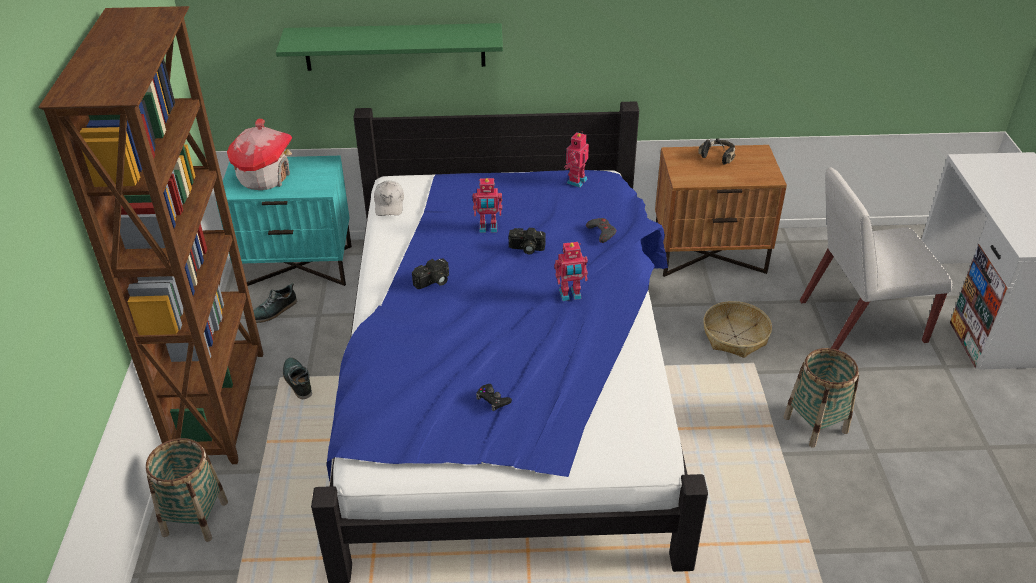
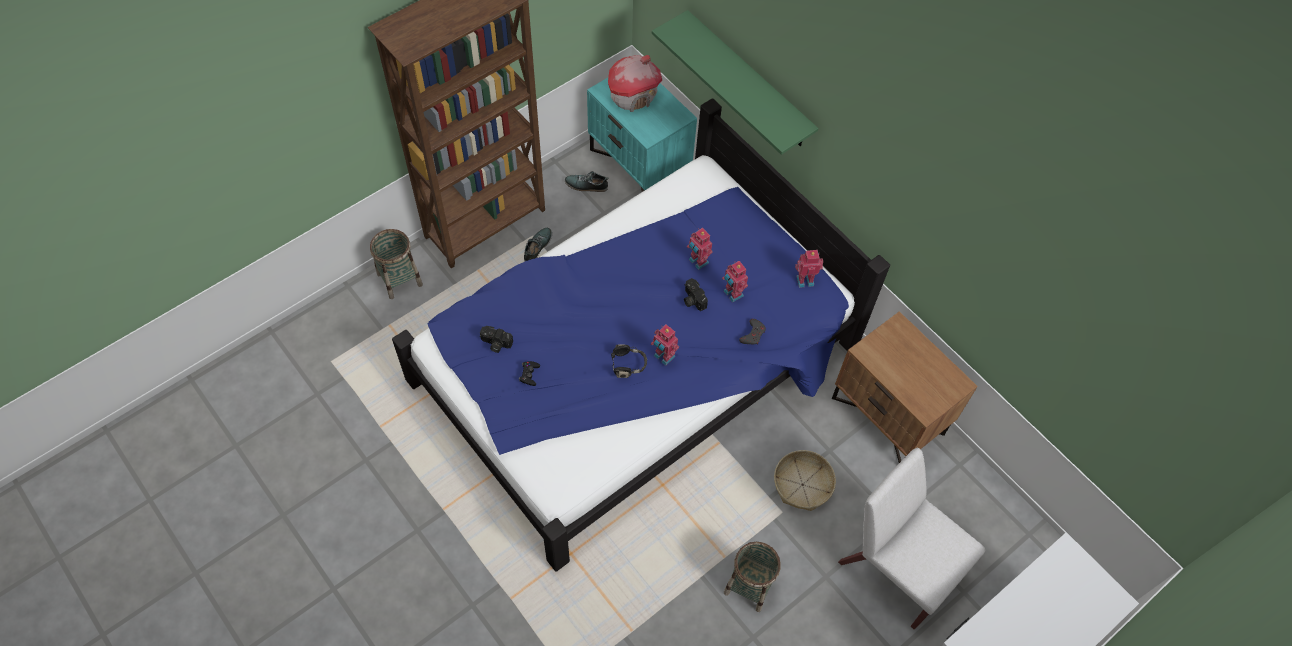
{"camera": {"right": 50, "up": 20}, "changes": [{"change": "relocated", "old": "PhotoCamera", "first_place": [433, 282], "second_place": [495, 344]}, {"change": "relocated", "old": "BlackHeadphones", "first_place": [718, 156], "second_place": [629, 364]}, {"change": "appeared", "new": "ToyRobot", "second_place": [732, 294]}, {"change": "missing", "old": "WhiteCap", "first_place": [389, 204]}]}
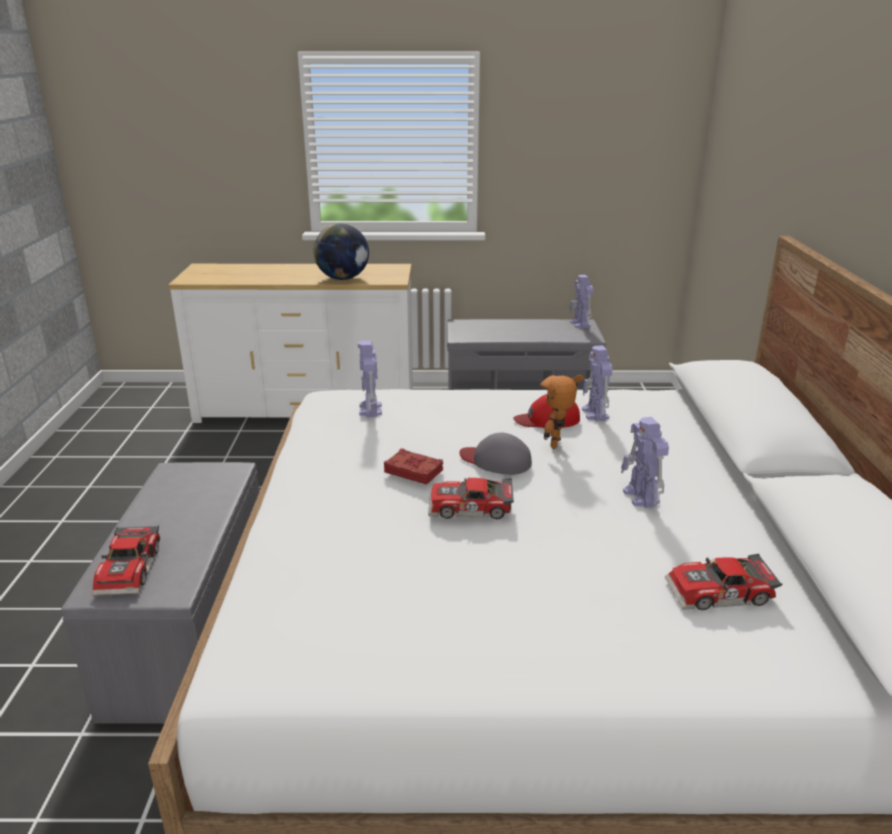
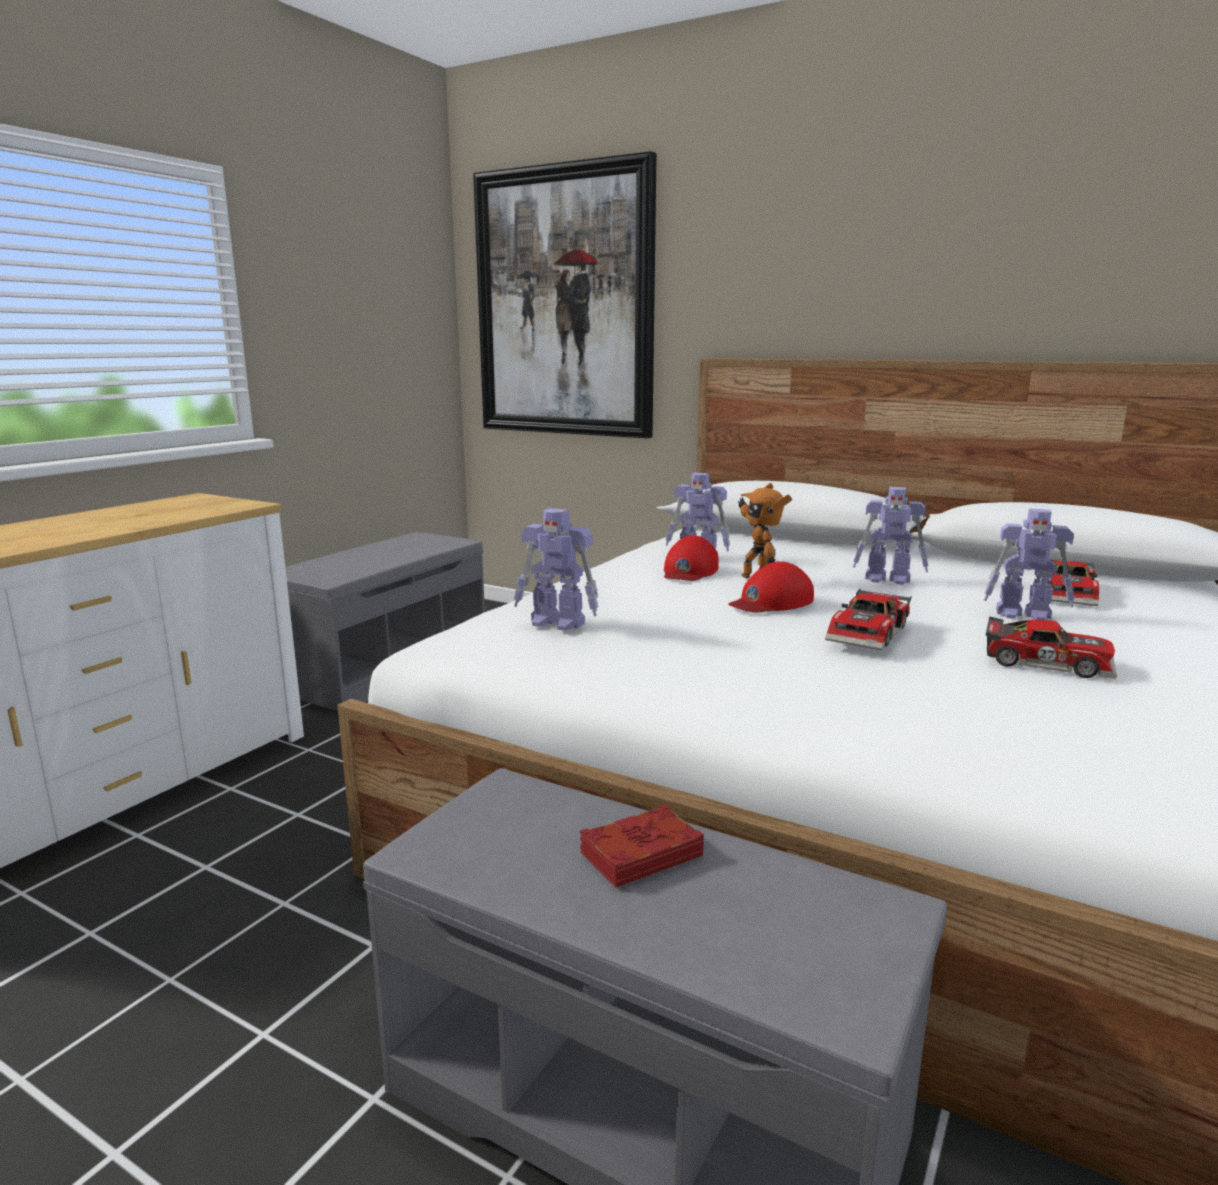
{"camera": {"right": -60, "up": -10}, "changes": [{"change": "appeared", "new": "Picture", "second_place": [564, 303]}, {"change": "relocated", "old": "RedBook", "first_place": [414, 471], "second_place": [640, 854]}, {"change": "colour", "old": "GreyCap", "new": "RedCap", "first_place": [496, 460], "second_place": [771, 602]}, {"change": "relocated", "old": "ToyRobot", "first_place": [580, 324], "second_place": [1025, 614]}, {"change": "relocated", "old": "ToyCar", "first_place": [132, 569], "second_place": [1046, 661]}, {"change": "missing", "old": "Globe", "first_place": [343, 278]}]}
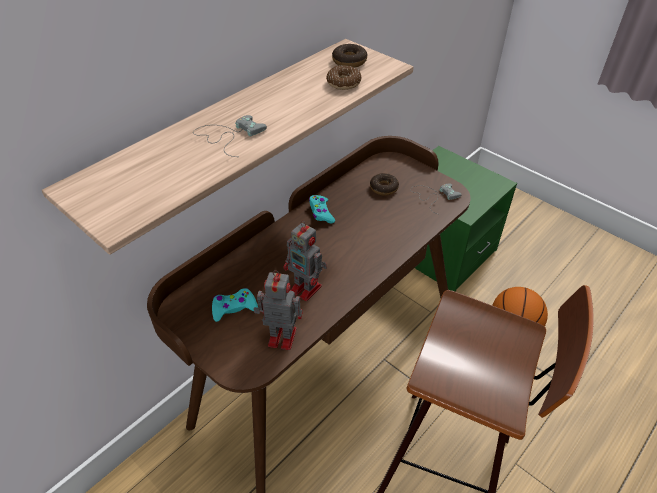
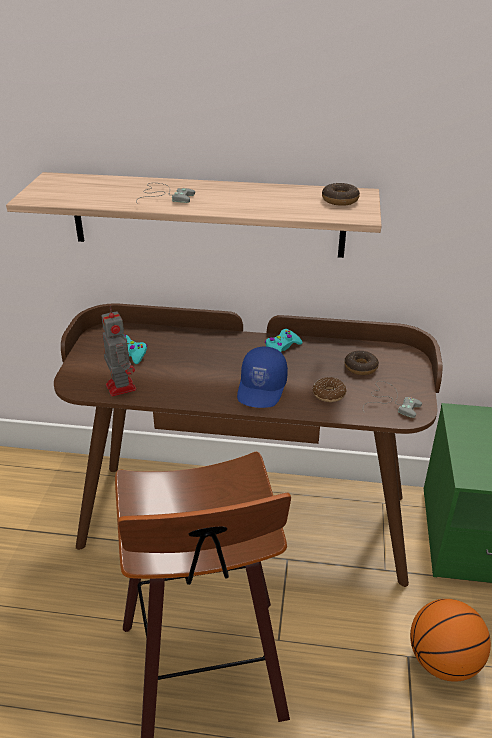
{"camera": {"right": 55, "up": -10}, "changes": [{"change": "appeared", "new": "BlueCap", "second_place": [262, 388]}, {"change": "relocated", "old": "Donut", "first_place": [343, 83], "second_place": [329, 394]}, {"change": "missing", "old": "ToyRobot", "first_place": [307, 289]}]}
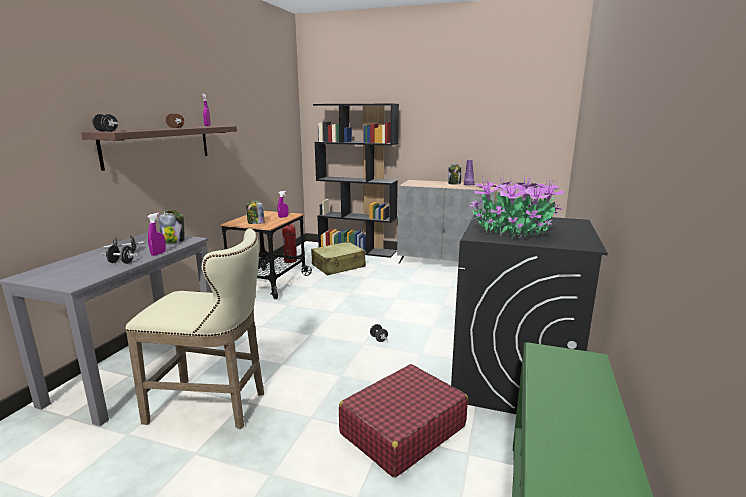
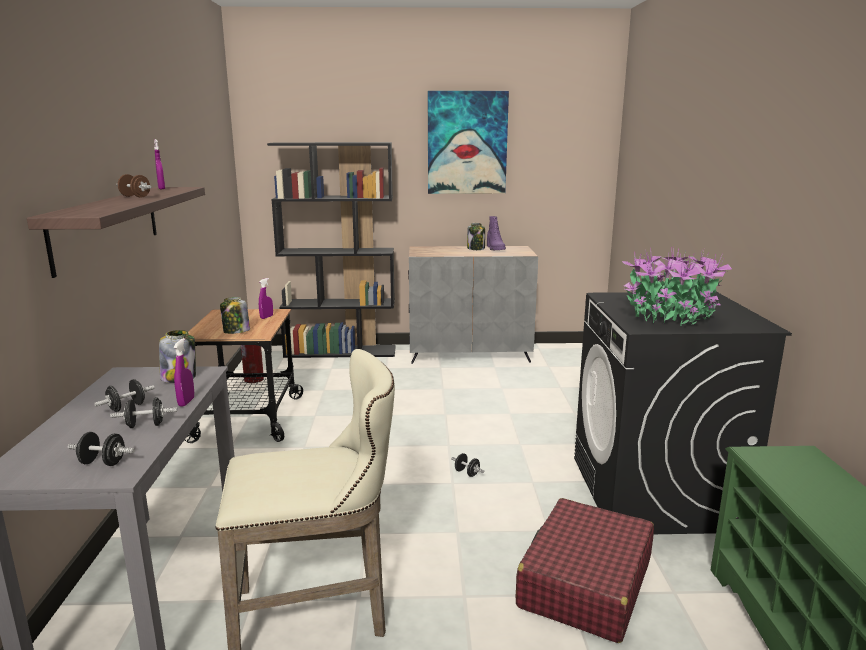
{"camera": {"right": -20, "up": 0}, "changes": [{"change": "relocated", "old": "BlackDumbbell", "first_place": [106, 131], "second_place": [103, 463]}, {"change": "appeared", "new": "Picture", "second_place": [467, 143]}, {"change": "missing", "old": "BeigeSuitcase", "first_place": [338, 266]}]}
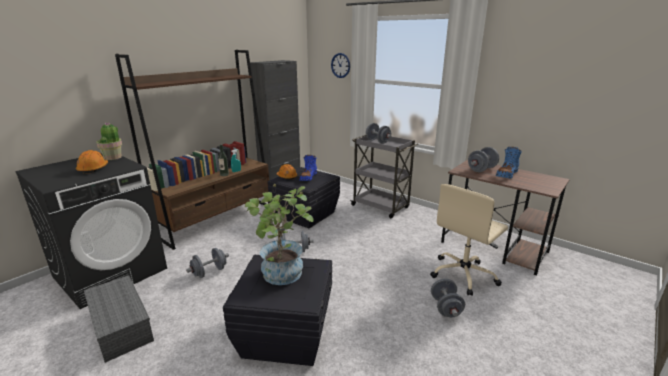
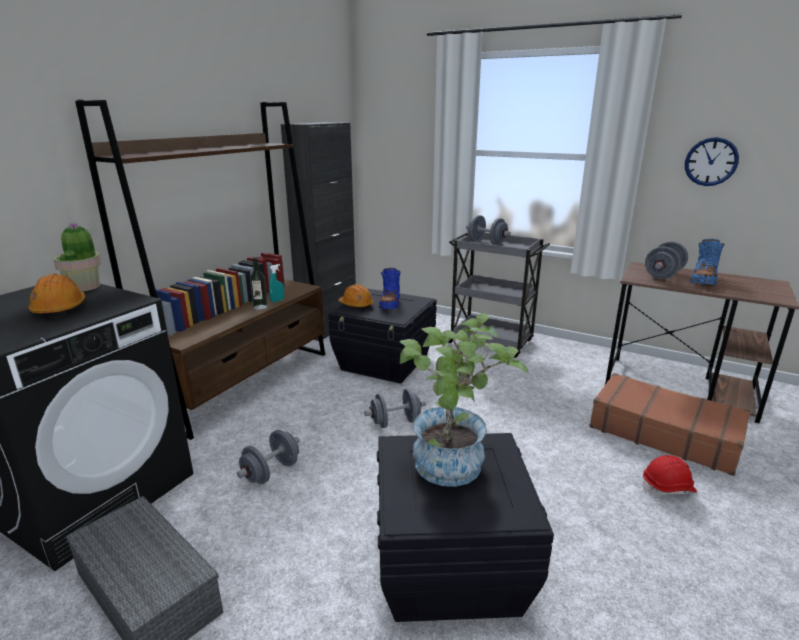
{"camera": {"right": -10, "up": 0}, "changes": [{"change": "exchanged", "old": "BeigeOfficeChair", "new": "BrownSuitcase", "first_place": [464, 274], "second_place": [663, 433]}, {"change": "exchanged", "old": "GreyDumbbell", "new": "RedHardHat", "first_place": [445, 308], "second_place": [668, 488]}, {"change": "relocated", "old": "WallClock", "first_place": [340, 65], "second_place": [711, 162]}]}
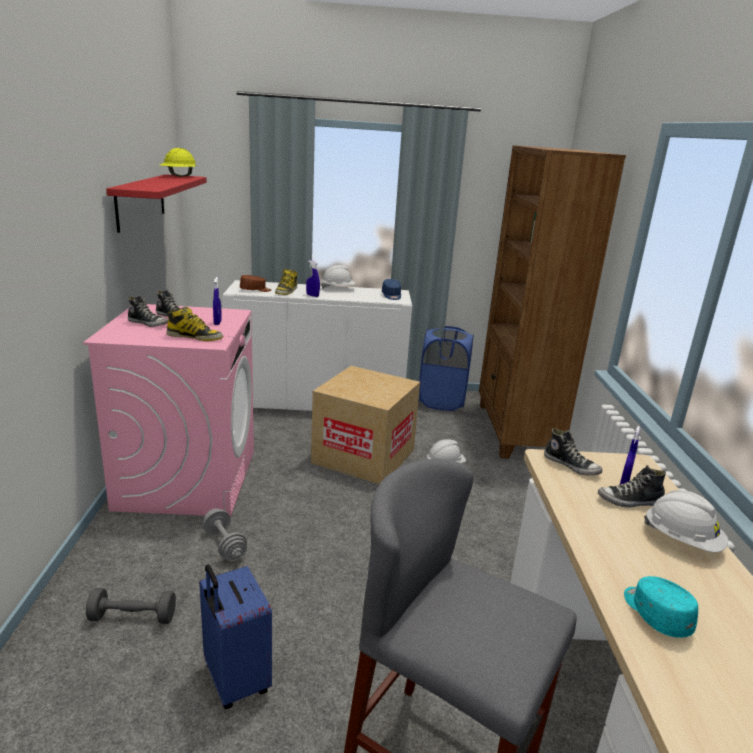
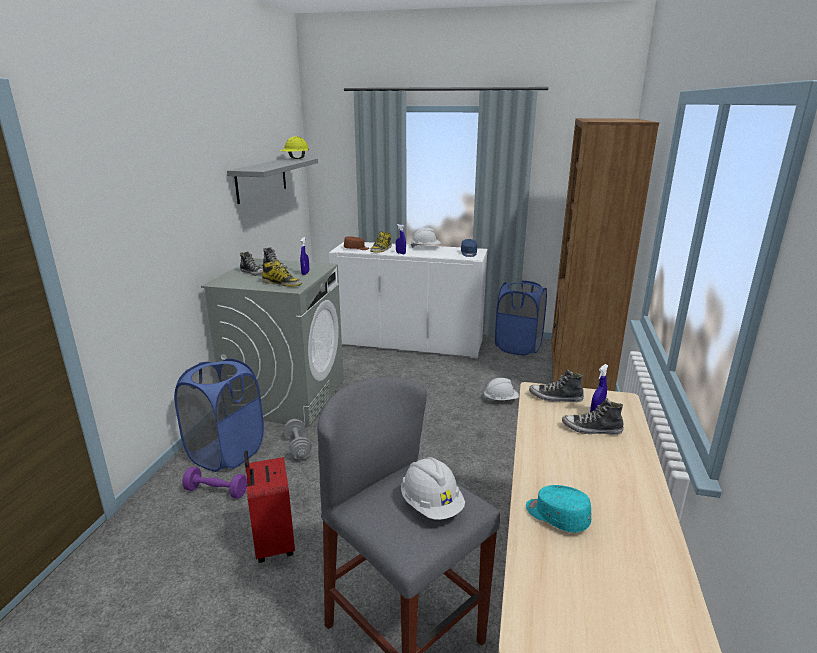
{"camera": {"right": 15, "up": 0}, "changes": [{"change": "appeared", "new": "BlueLaundryBasket", "second_place": [226, 453]}, {"change": "colour", "old": "GreyDumbbell", "new": "PurpleDumbbell", "first_place": [133, 617], "second_place": [216, 491]}, {"change": "colour", "old": "PinkWashingMachine", "new": "GreyWashingMachine", "first_place": [187, 479], "second_place": [287, 396]}, {"change": "colour", "old": "RedShelf", "new": "GreyShelf", "first_place": [140, 201], "second_place": [261, 179]}, {"change": "colour", "old": "BlueSuitcase", "new": "RedSuitcase", "first_place": [234, 680], "second_place": [272, 544]}, {"change": "relocated", "old": "WhiteHardHat", "first_place": [682, 540], "second_place": [431, 505]}, {"change": "spun", "old": "TurquoiseCap", "first_place": [655, 614], "second_place": [556, 516], "degrees": -45}, {"change": "spun", "old": "Shoe", "first_place": [571, 466], "second_place": [555, 398], "degrees": 135}, {"change": "missing", "old": "CardboardBox", "first_place": [363, 456]}]}
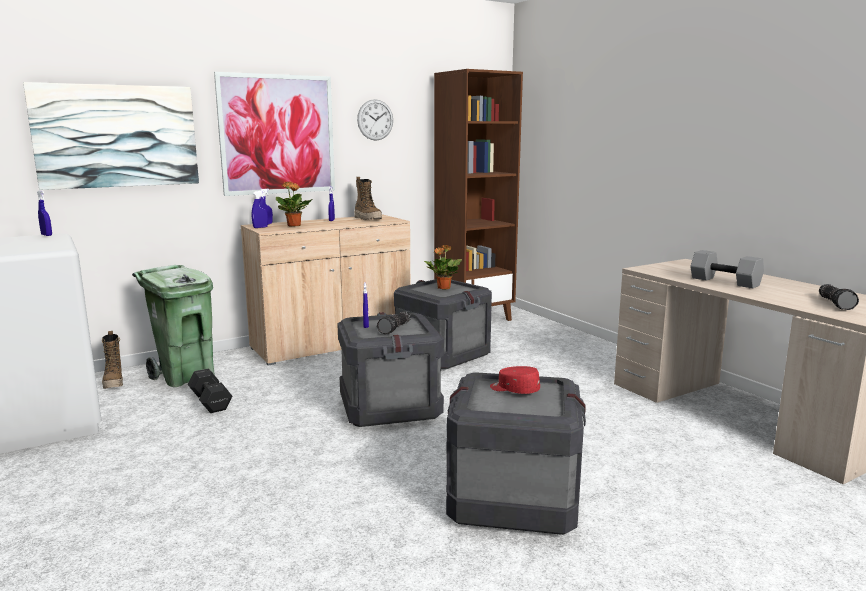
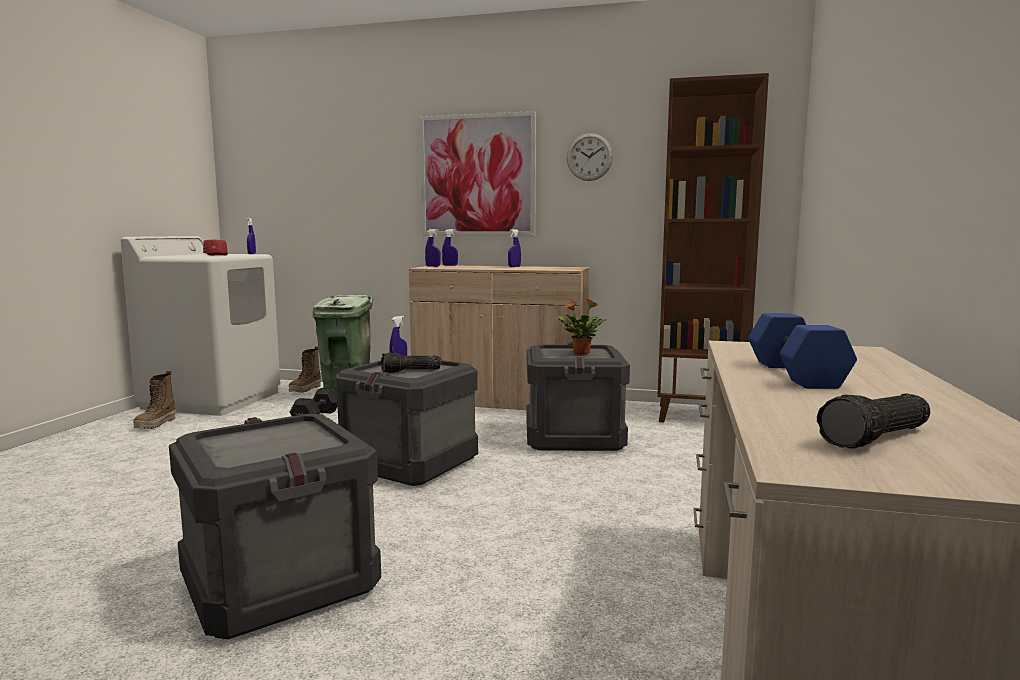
{"camera": {"right": 45, "up": -5}, "changes": [{"change": "relocated", "old": "Boot", "first_place": [368, 219], "second_place": [156, 424]}, {"change": "relocated", "old": "RedCap", "first_place": [514, 390], "second_place": [216, 256]}, {"change": "colour", "old": "GreyDumbbell", "new": "BlueDumbbell", "first_place": [723, 282], "second_place": [793, 374]}, {"change": "missing", "old": "Picture", "first_place": [117, 136]}, {"change": "missing", "old": "PottedPlant", "first_place": [294, 225]}]}
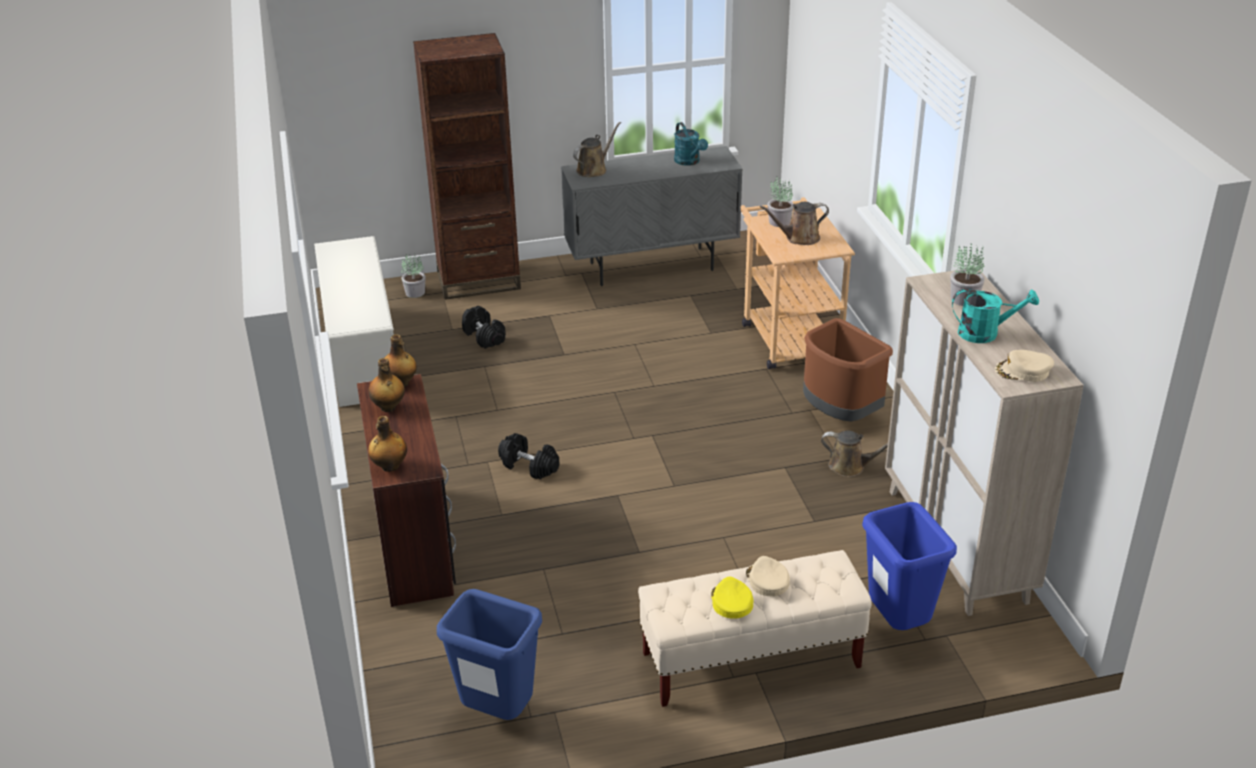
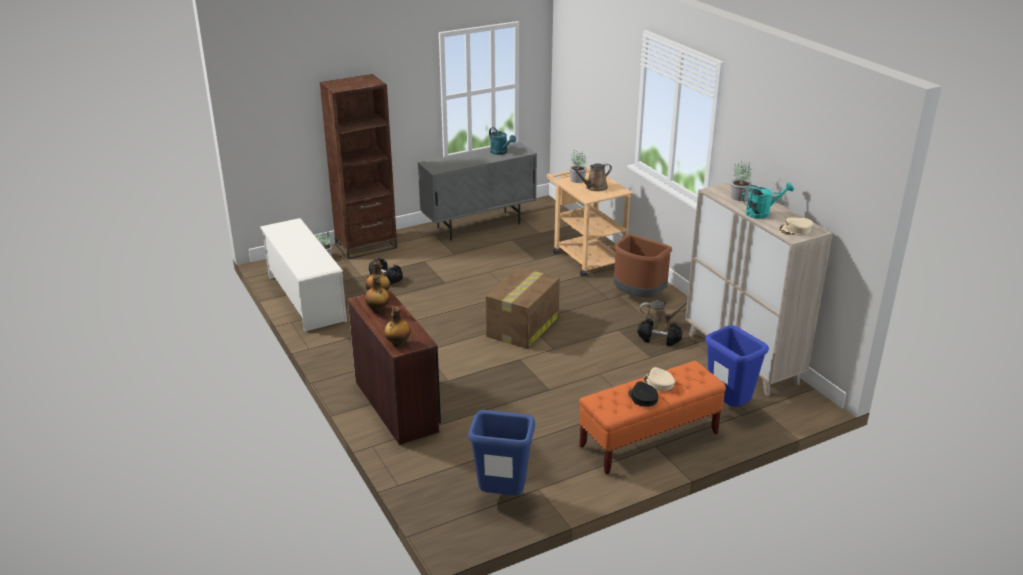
{"camera": {"right": -15, "up": -5}, "changes": [{"change": "appeared", "new": "CardboardBox", "second_place": [522, 327]}, {"change": "colour", "old": "BeigeBench", "new": "OrangeBench", "first_place": [750, 661], "second_place": [649, 440]}, {"change": "colour", "old": "YellowCap", "new": "BlackCap", "first_place": [731, 602], "second_place": [642, 397]}, {"change": "relocated", "old": "BlackDumbbell", "first_place": [529, 466], "second_place": [659, 339]}, {"change": "missing", "old": "BrownWateringCan", "first_place": [593, 169]}]}
